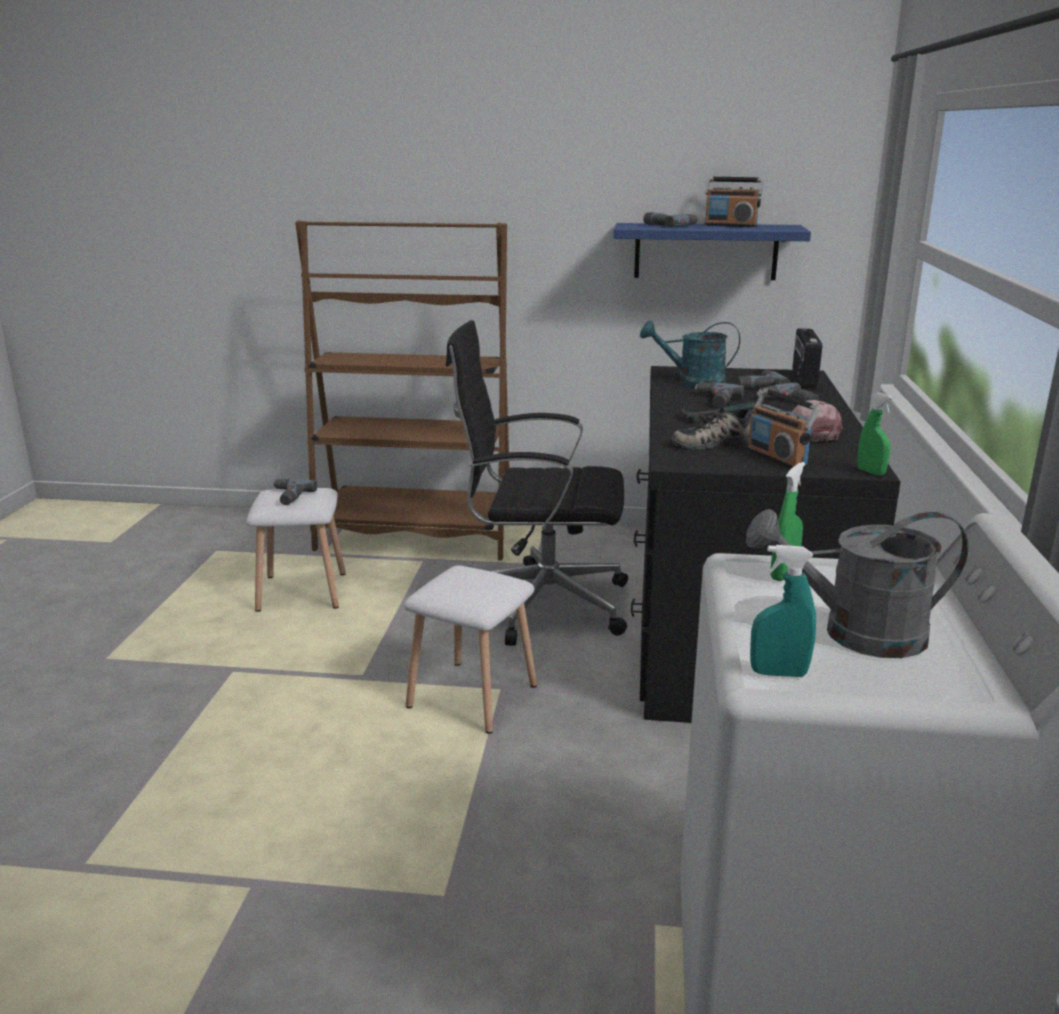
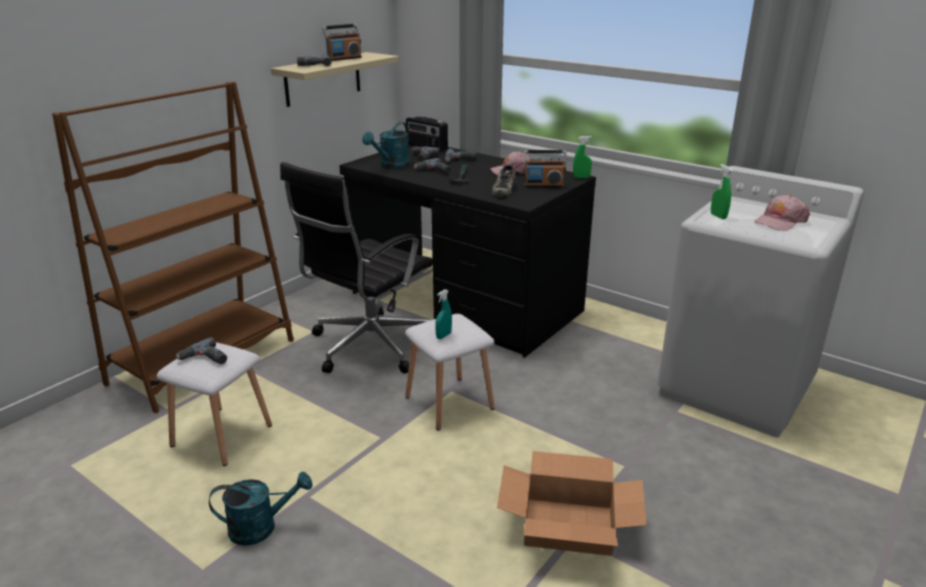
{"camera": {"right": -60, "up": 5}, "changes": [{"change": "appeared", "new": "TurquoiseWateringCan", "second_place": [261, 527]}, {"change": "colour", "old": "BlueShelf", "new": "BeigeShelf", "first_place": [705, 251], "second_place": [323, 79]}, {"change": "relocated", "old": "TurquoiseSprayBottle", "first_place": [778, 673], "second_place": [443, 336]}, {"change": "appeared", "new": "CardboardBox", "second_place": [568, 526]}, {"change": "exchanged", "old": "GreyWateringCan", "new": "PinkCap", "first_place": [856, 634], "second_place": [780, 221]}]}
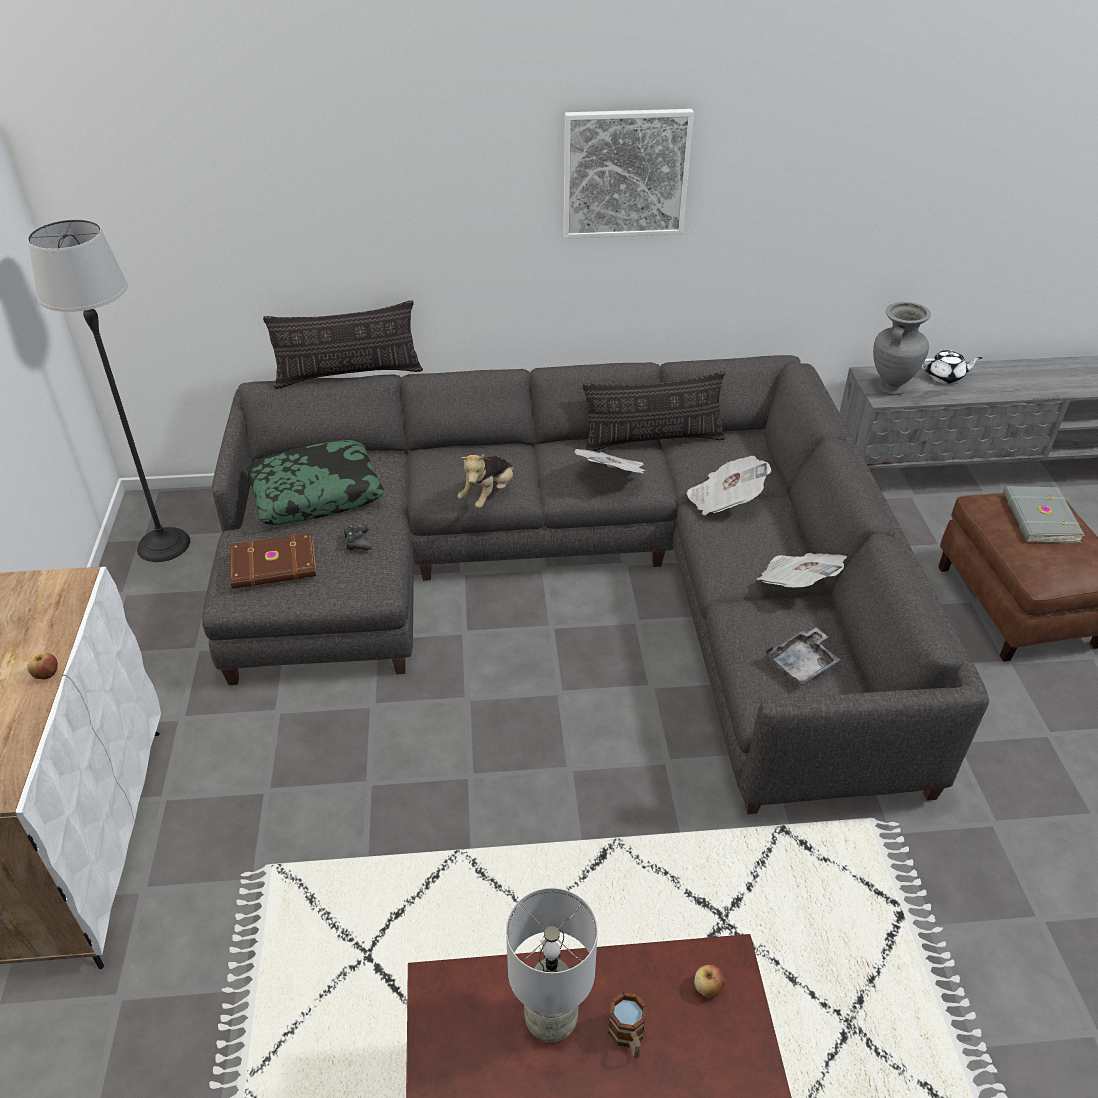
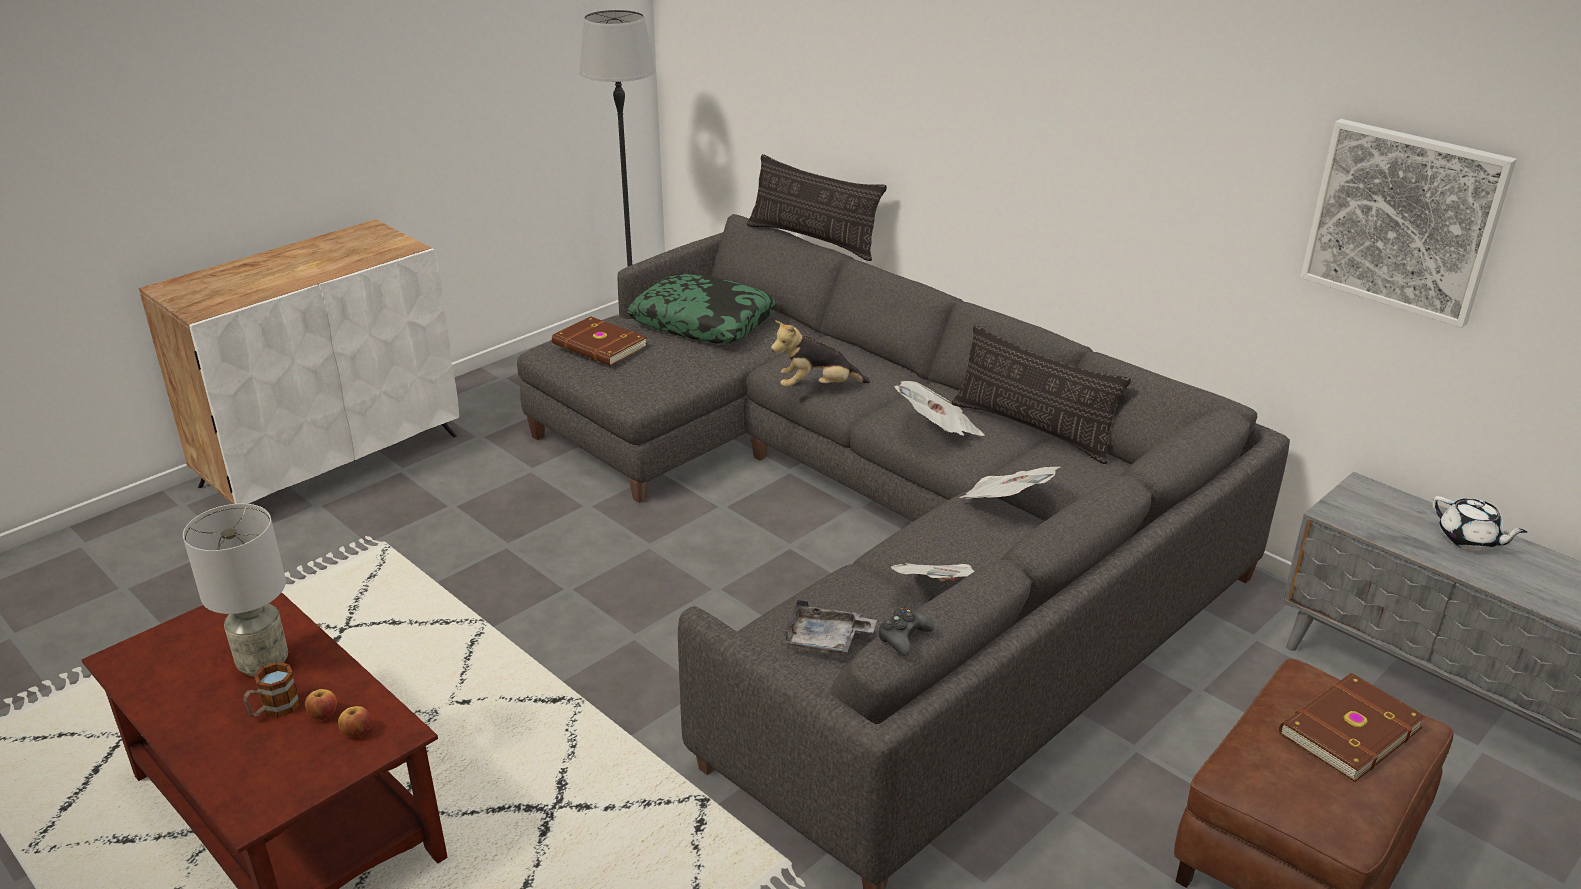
{"camera": {"right": 50, "up": -10}, "changes": [{"change": "relocated", "old": "Apple", "first_place": [46, 674], "second_place": [323, 715]}, {"change": "relocated", "old": "BlackGameController", "first_place": [358, 542], "second_place": [903, 637]}, {"change": "colour", "old": "GreyBook", "new": "BrownBook", "first_place": [1039, 518], "second_place": [1347, 729]}, {"change": "relocated", "old": "Picture", "first_place": [625, 174], "second_place": [1403, 220]}, {"change": "missing", "old": "GreyVase", "first_place": [890, 388]}]}
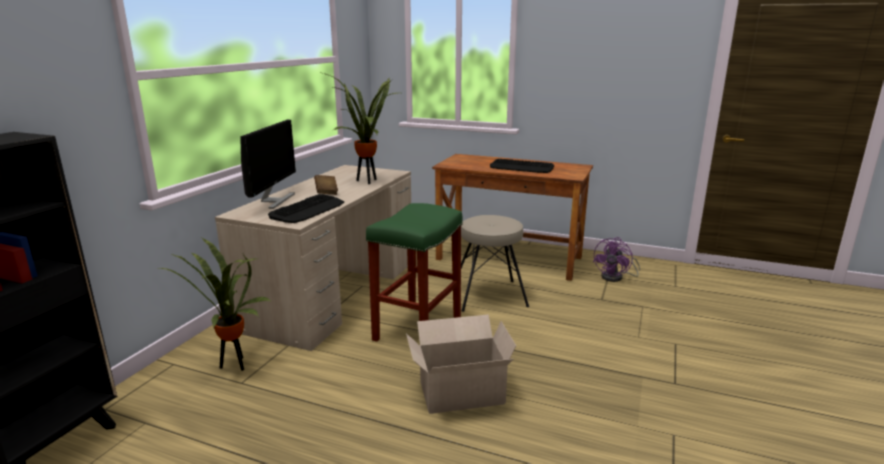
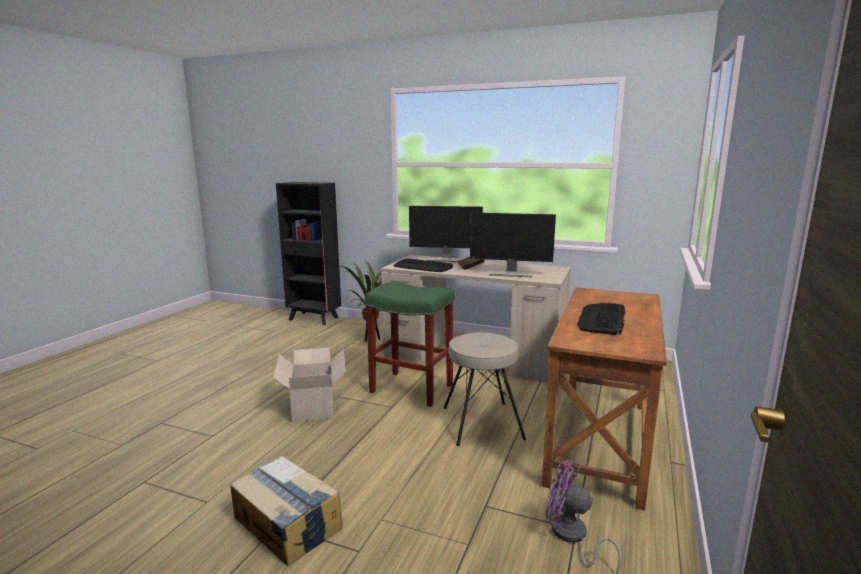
{"camera": {"right": 90, "up": -5}, "changes": [{"change": "appeared", "new": "CardboardBox", "second_place": [287, 523]}, {"change": "exchanged", "old": "PottedPlant", "new": "Monitor", "first_place": [366, 181], "second_place": [510, 274]}]}
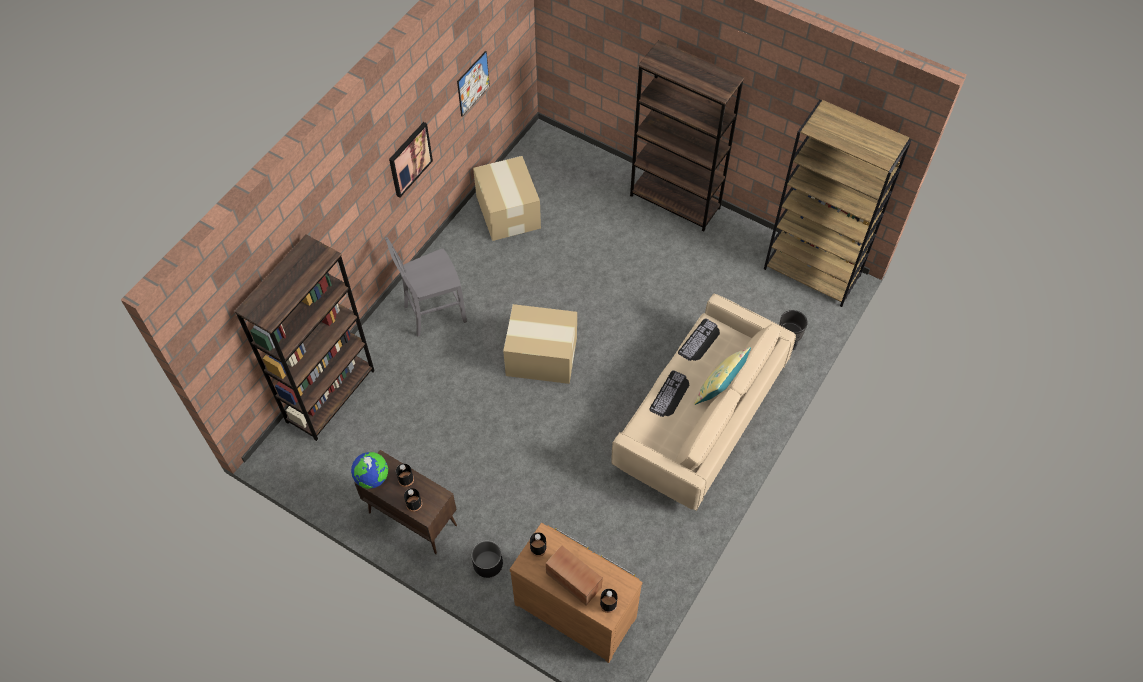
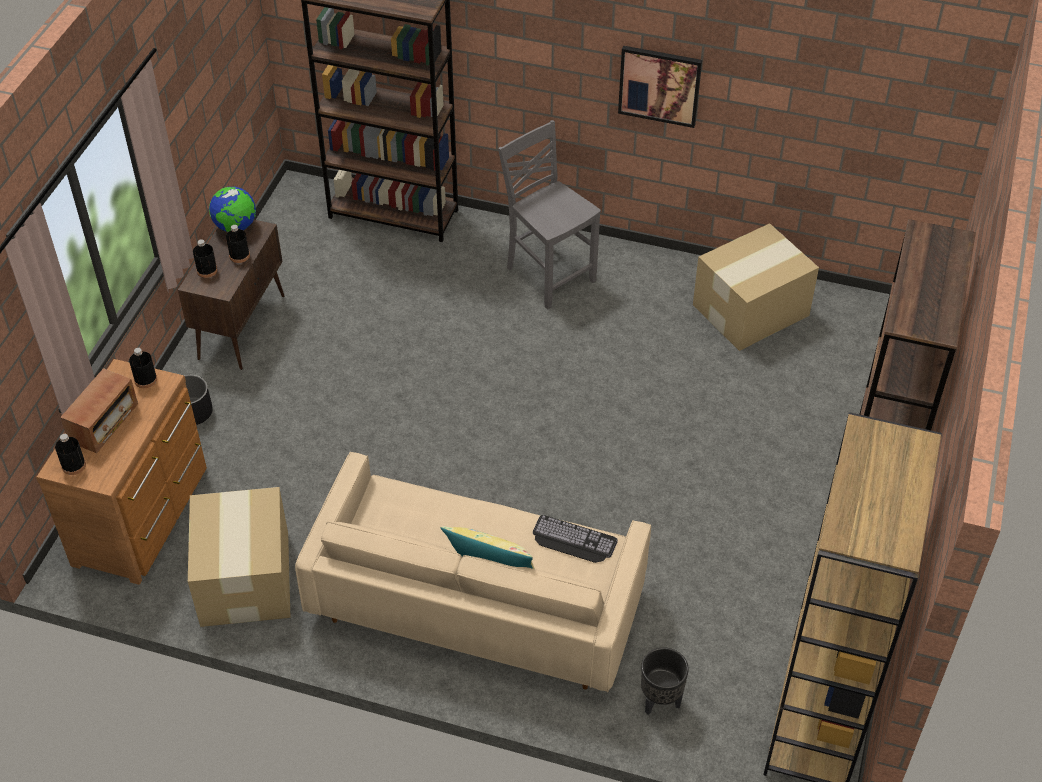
{"camera": {"right": 75, "up": -10}, "changes": [{"change": "relocated", "old": "CardboardBox", "first_place": [542, 357], "second_place": [244, 580]}, {"change": "missing", "old": "Picture", "first_place": [473, 83]}, {"change": "missing", "old": "Keyboard", "first_place": [671, 395]}]}
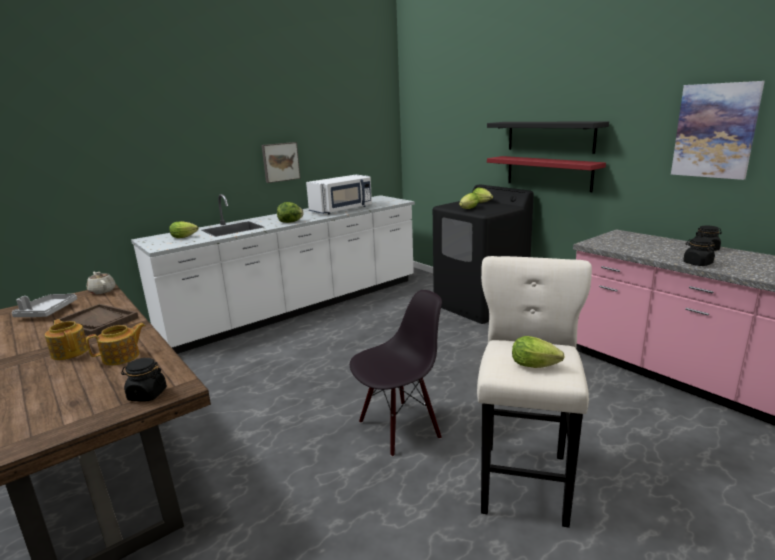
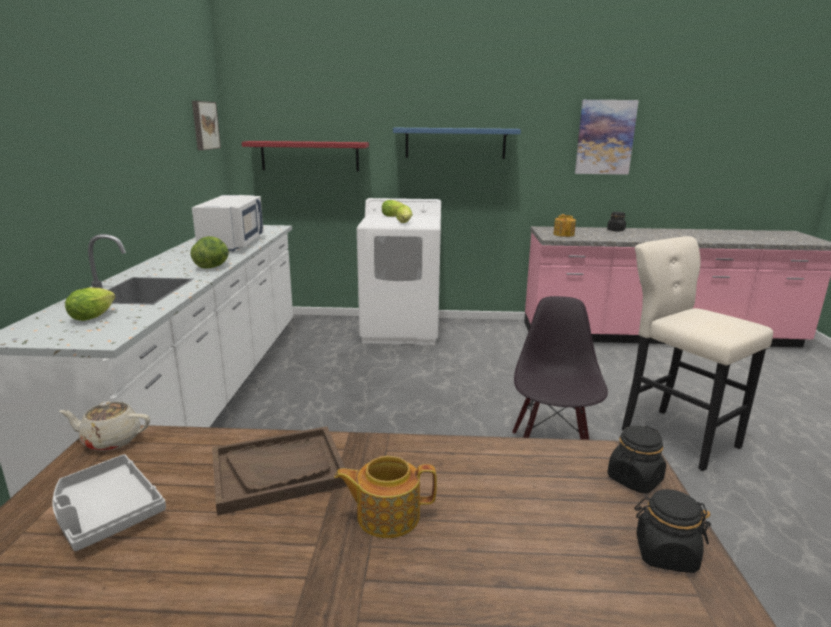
{"camera": {"right": -50, "up": 0}, "changes": [{"change": "relocated", "old": "Picture", "first_place": [280, 162], "second_place": [204, 125]}, {"change": "relocated", "old": "RedShelf", "first_place": [548, 173], "second_place": [310, 156]}, {"change": "colour", "old": "BlackWashingMachine", "new": "WhiteWashingMachine", "first_place": [480, 305], "second_place": [401, 330]}, {"change": "colour", "old": "BlackShelf", "new": "BlueShelf", "first_place": [550, 136], "second_place": [455, 143]}, {"change": "relocated", "old": "Teapot", "first_place": [122, 357], "second_place": [564, 234]}, {"change": "relocated", "old": "BlackJar", "first_place": [697, 263], "second_place": [665, 554]}, {"change": "missing", "old": "Lettuce", "first_place": [537, 366]}]}
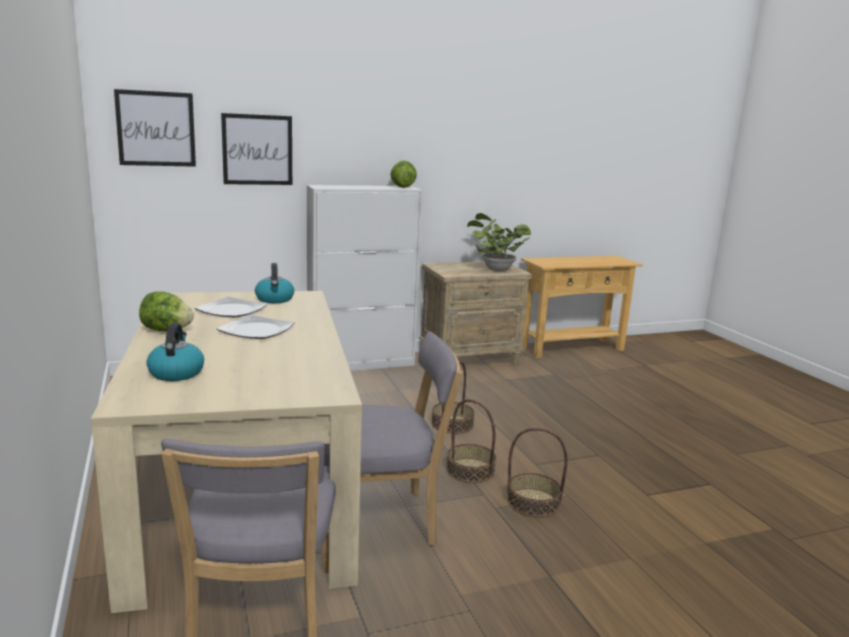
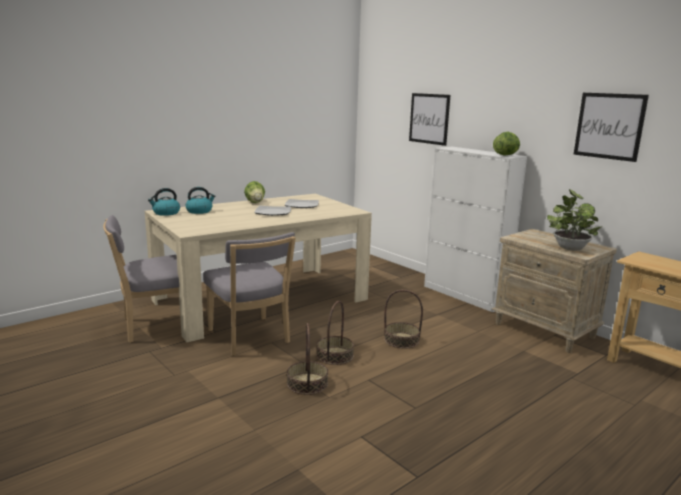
{"camera": {"right": 70, "up": 0}, "changes": [{"change": "relocated", "old": "Kettle", "first_place": [275, 299], "second_place": [166, 213]}, {"change": "relocated", "old": "Picture", "first_place": [156, 129], "second_place": [609, 126]}]}
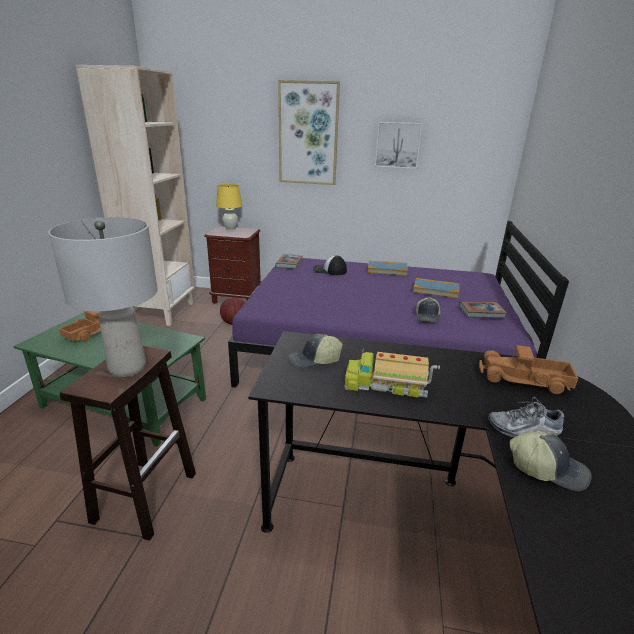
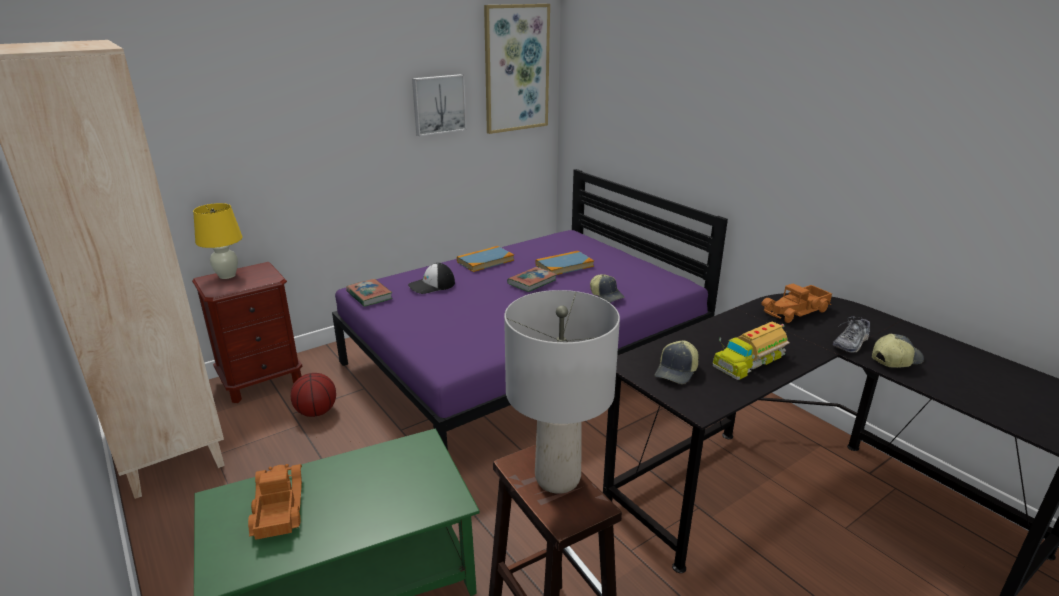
{"camera": {"right": -45, "up": 0}, "changes": [{"change": "relocated", "old": "Picture", "first_place": [308, 134], "second_place": [516, 69]}, {"change": "relocated", "old": "Book", "first_place": [481, 312], "second_place": [532, 282]}]}
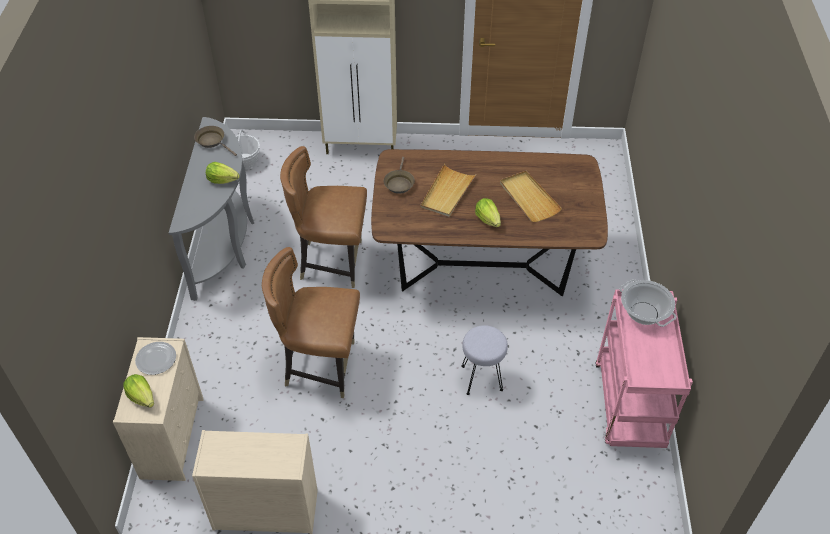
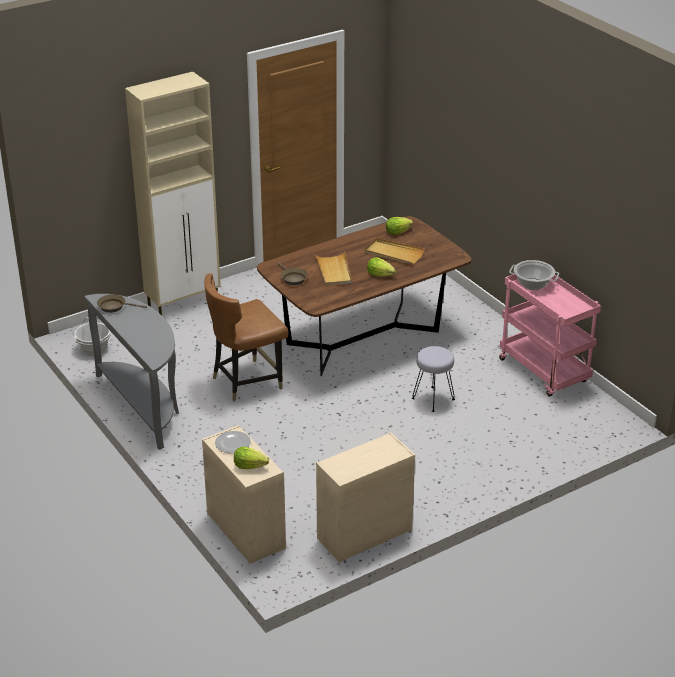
{"camera": {"right": -35, "up": -15}, "changes": [{"change": "relocated", "old": "Lettuce", "first_place": [222, 180], "second_place": [397, 232]}, {"change": "missing", "old": "BrownChair", "first_place": [320, 366]}]}
